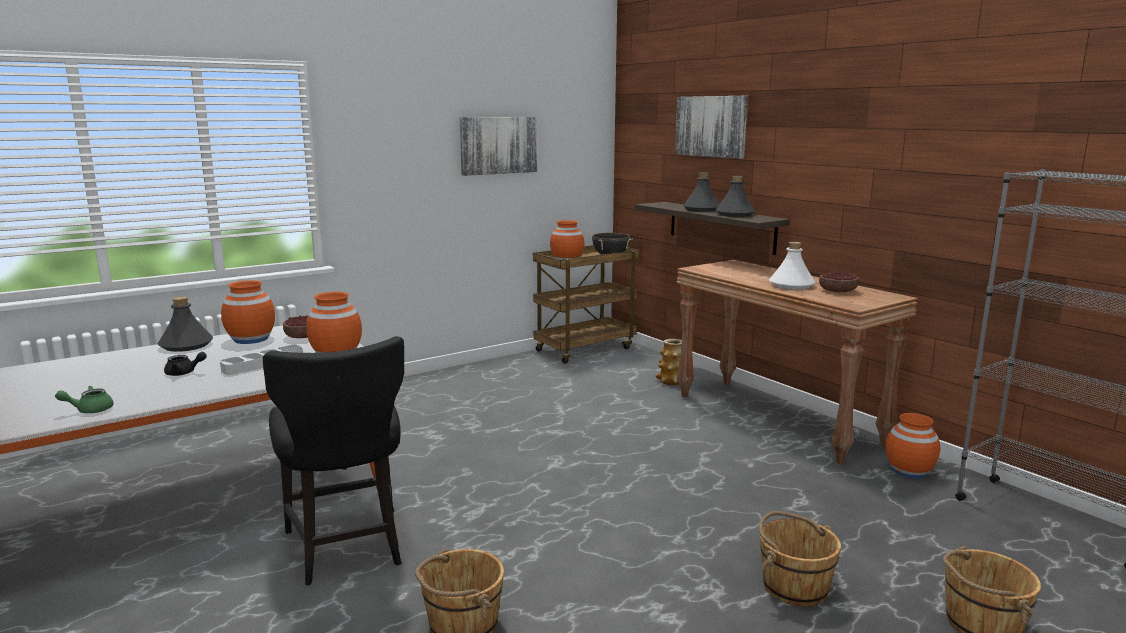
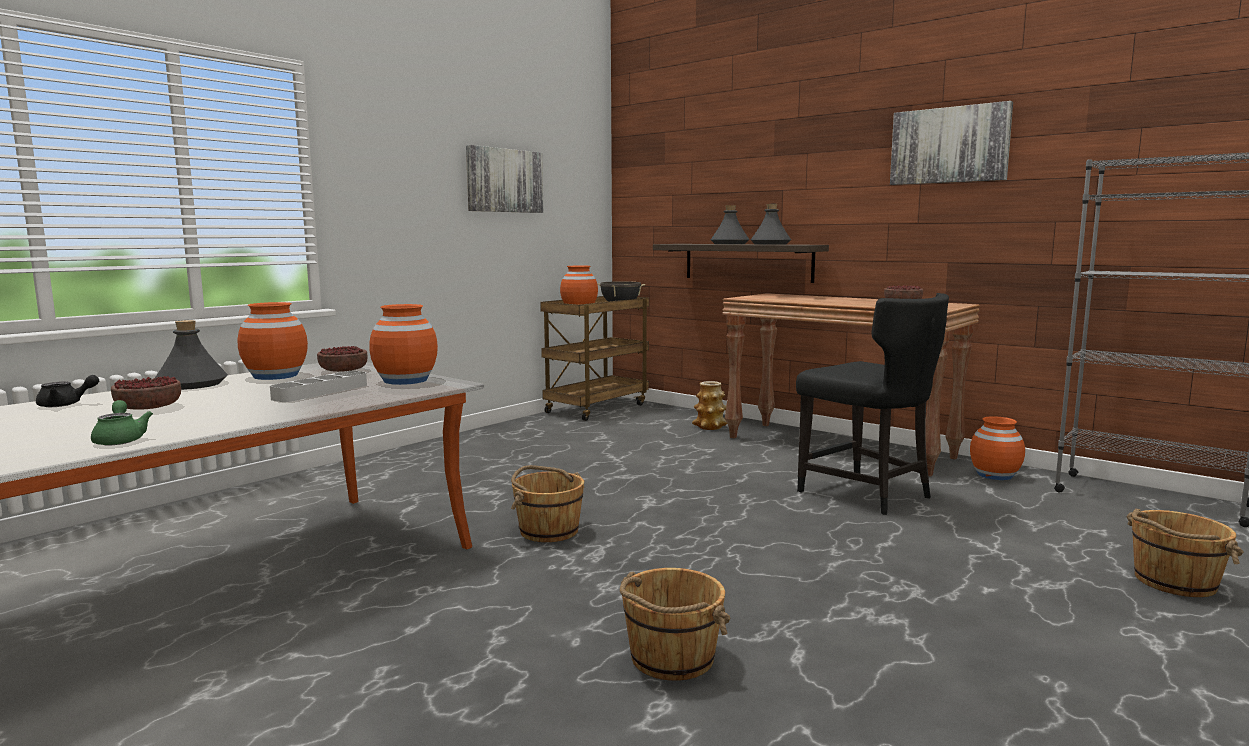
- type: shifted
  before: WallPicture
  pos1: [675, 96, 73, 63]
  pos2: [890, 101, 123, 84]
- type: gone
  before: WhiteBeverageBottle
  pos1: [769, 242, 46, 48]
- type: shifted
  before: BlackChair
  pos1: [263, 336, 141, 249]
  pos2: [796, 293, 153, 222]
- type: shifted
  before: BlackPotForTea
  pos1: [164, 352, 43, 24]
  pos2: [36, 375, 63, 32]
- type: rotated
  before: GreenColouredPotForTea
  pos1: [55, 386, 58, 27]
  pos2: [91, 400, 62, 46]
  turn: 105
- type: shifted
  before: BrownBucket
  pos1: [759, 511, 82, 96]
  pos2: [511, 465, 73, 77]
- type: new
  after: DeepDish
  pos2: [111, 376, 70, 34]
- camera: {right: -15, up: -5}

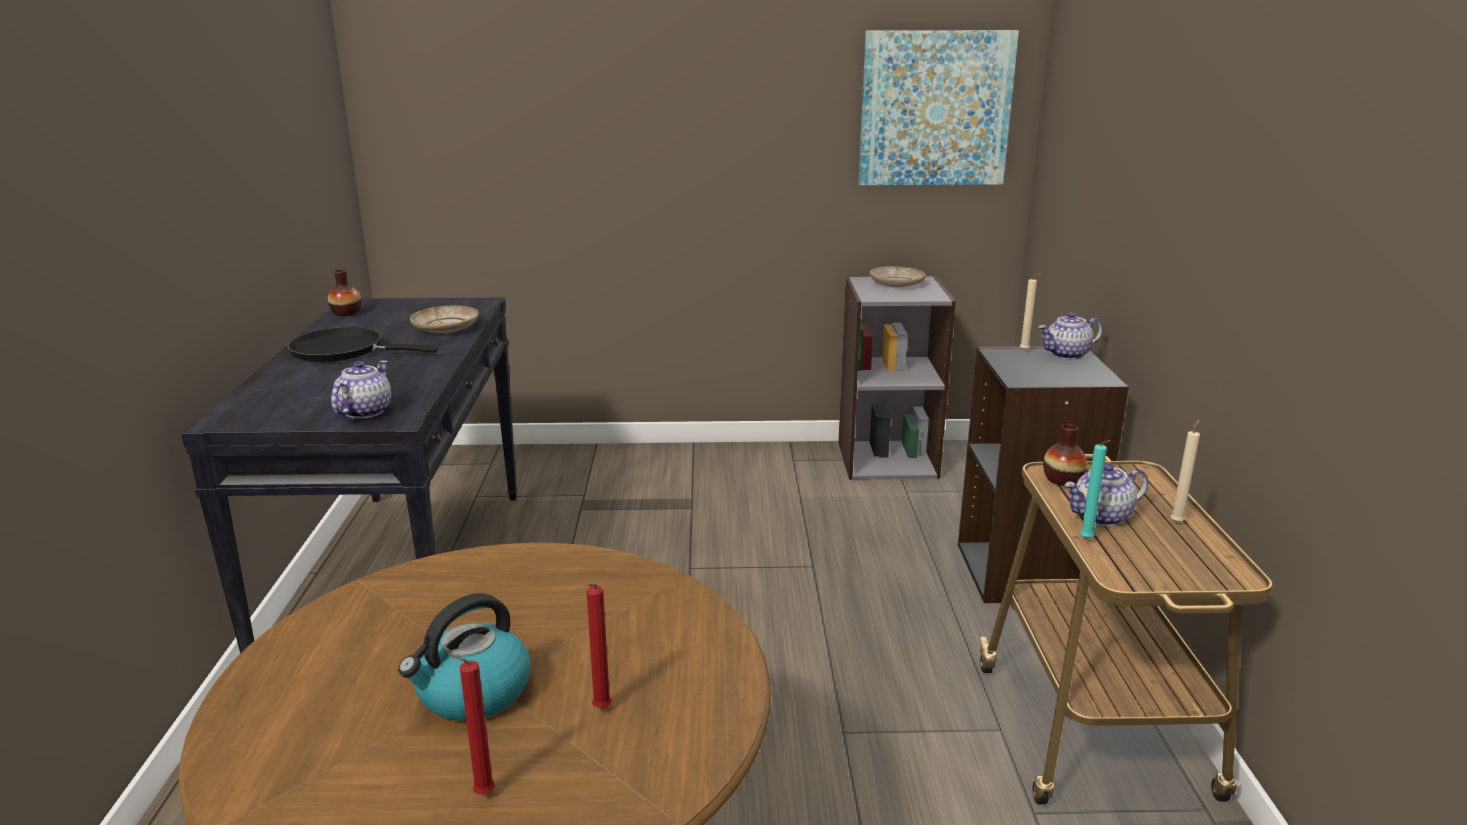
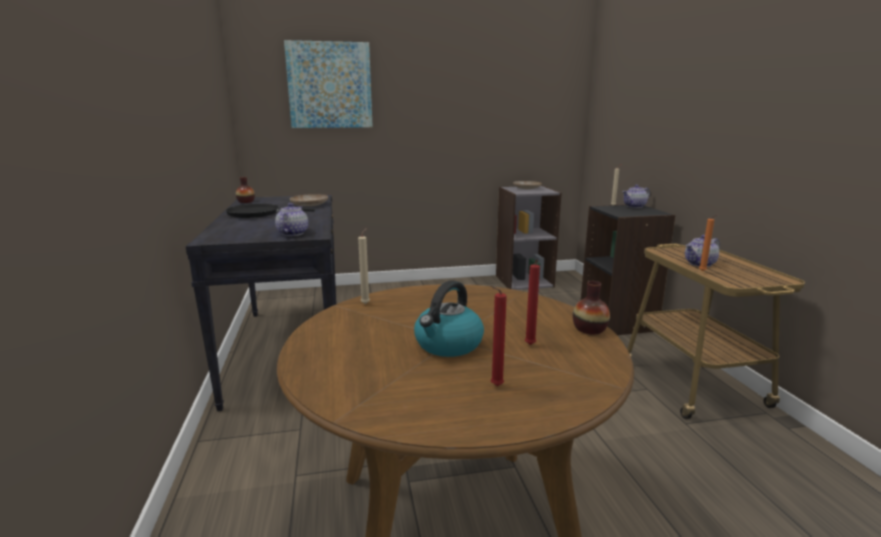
- type: shifted
  before: WallPicture
  pos1: [858, 30, 161, 155]
  pos2: [284, 40, 89, 88]
- type: shifted
  before: SandColouredCandle
  pos1: [1170, 419, 30, 104]
  pos2: [358, 228, 12, 76]
- type: shifted
  before: DecorativeVase
  pos1: [1043, 424, 44, 62]
  pos2: [573, 281, 37, 53]
- type: repainted
  before: BlueGreenCandle
  after: OrangeCandle
  pos1: [1080, 440, 30, 99]
  pos2: [699, 214, 19, 57]
- camera: {right: -10, up: -5}

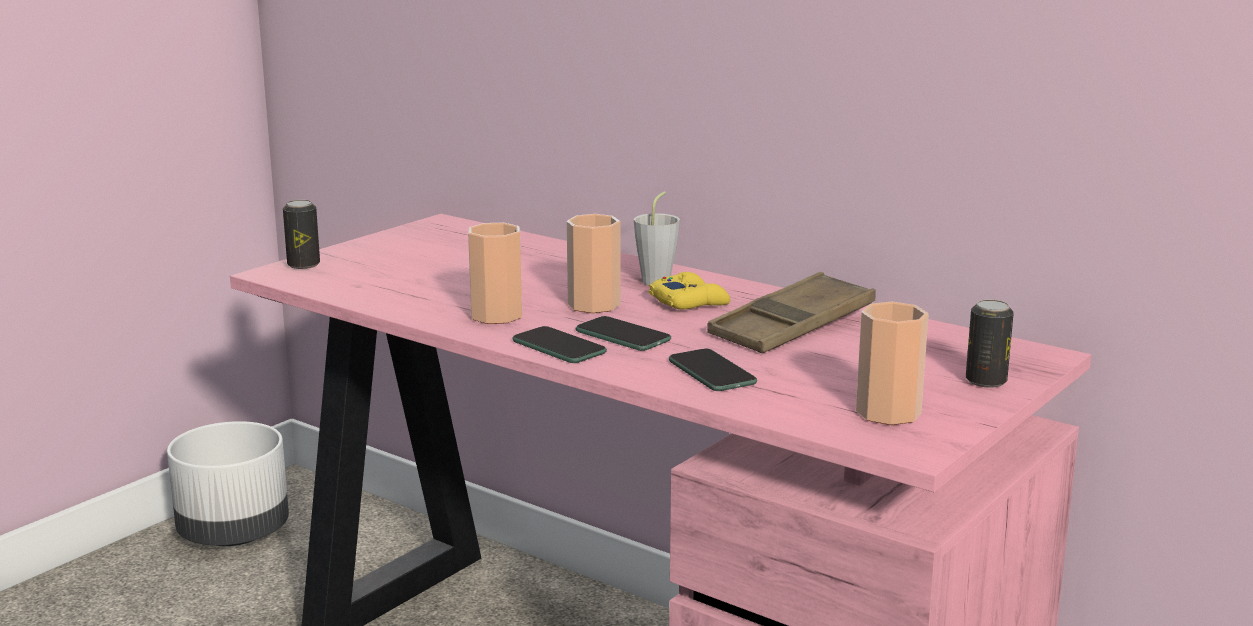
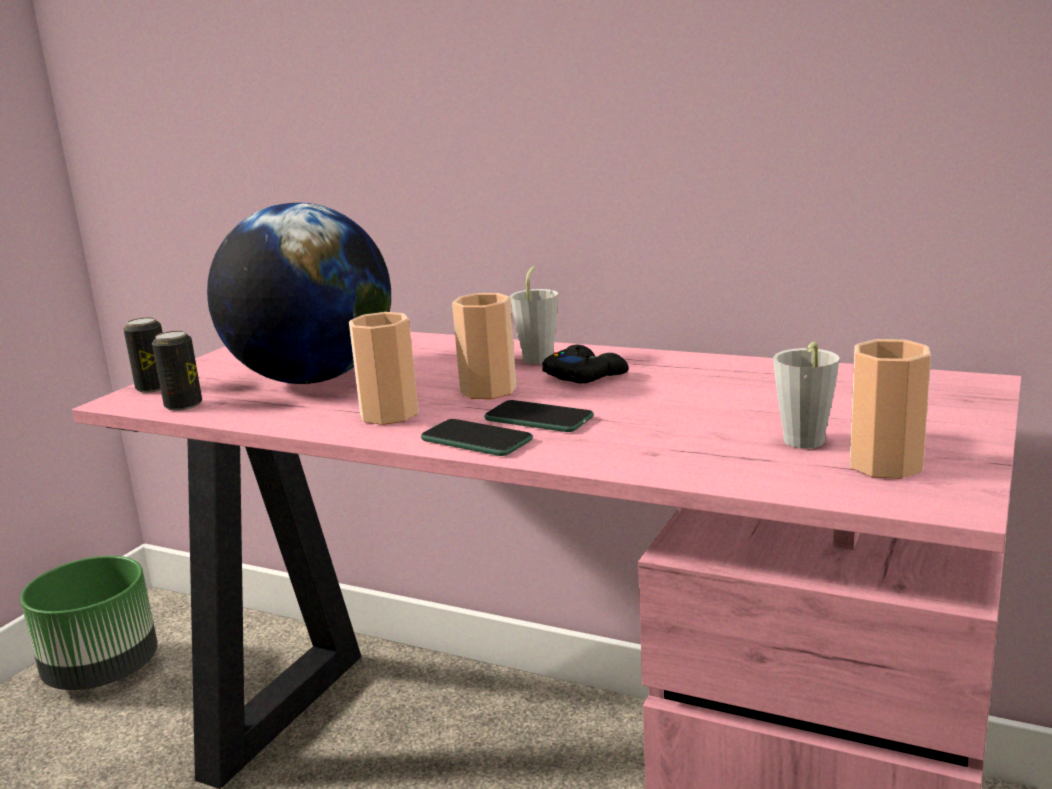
- type: repainted
  before: YellowGamepad
  after: BlackGamepad
  pos1: [649, 272, 81, 38]
  pos2: [542, 345, 87, 39]
- type: gone
  before: BrownTray
  pos1: [707, 272, 169, 81]
- type: shifted
  before: Can
  pos1: [966, 300, 48, 88]
  pos2: [152, 331, 50, 80]
- type: gone
  before: Phone
  pos1: [669, 349, 88, 42]
- type: repainted
  before: WhitePlanter
  after: GreenColouredPlanter
  pos1: [167, 421, 122, 125]
  pos2: [20, 556, 138, 134]
- type: new
  after: Globe
  pos2: [207, 203, 184, 181]
- type: new
  after: GreyishSmallCup
  pos2: [773, 342, 67, 107]
- camera: {right: -10, up: 0}

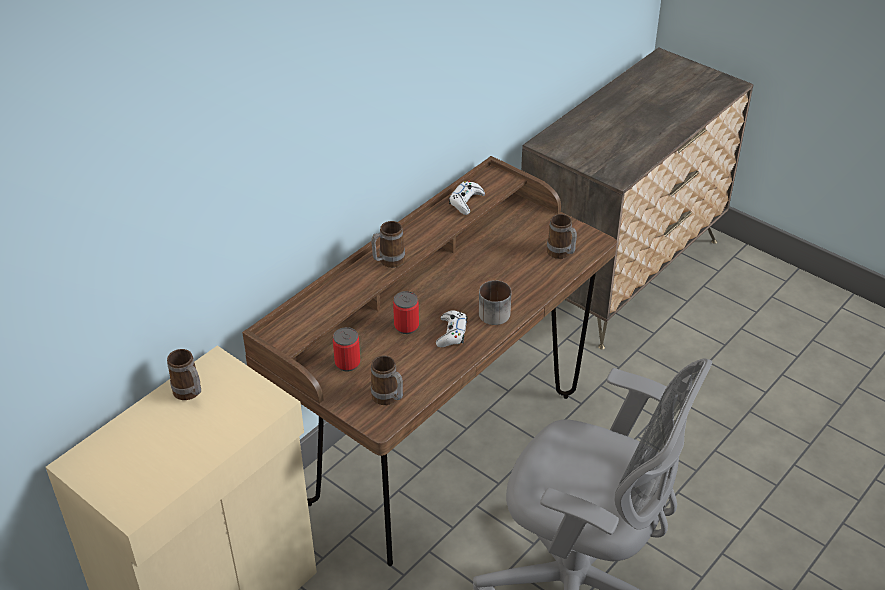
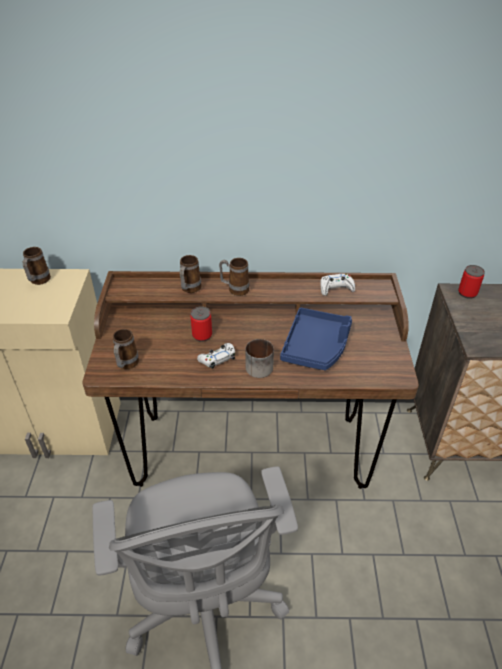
- type: shifted
  before: Mug
  pos1: [547, 214, 30, 45]
  pos2: [180, 255, 21, 38]
- type: shifted
  before: Can
  pos1: [333, 327, 27, 44]
  pos2: [458, 265, 27, 34]
- type: new
  after: BluishTray
  pos2: [280, 308, 72, 62]
- camera: {right: 50, up: 0}

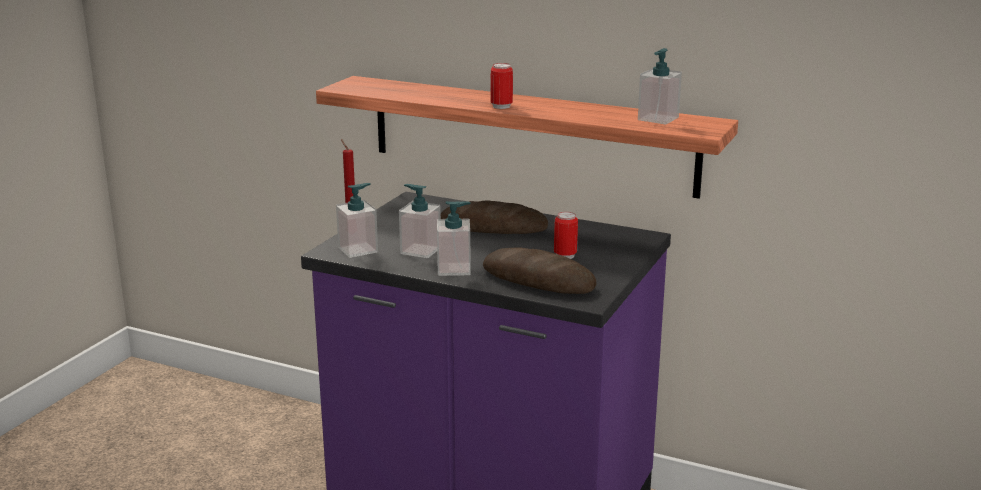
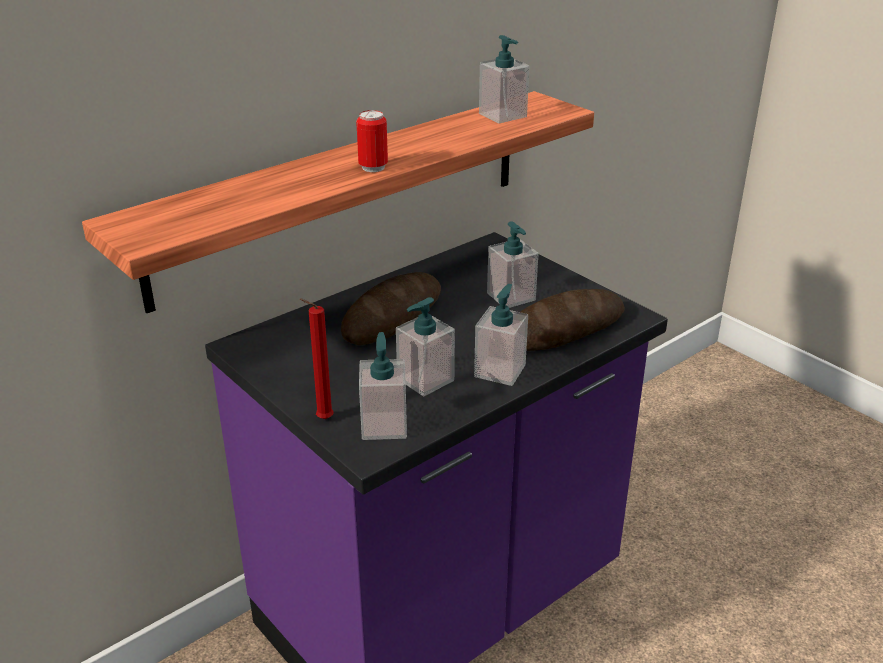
- type: swapped
  before: Can
  after: SoapBottle
  pos1: [554, 212, 24, 47]
  pos2: [487, 222, 52, 86]
- camera: {right: -65, up: 10}

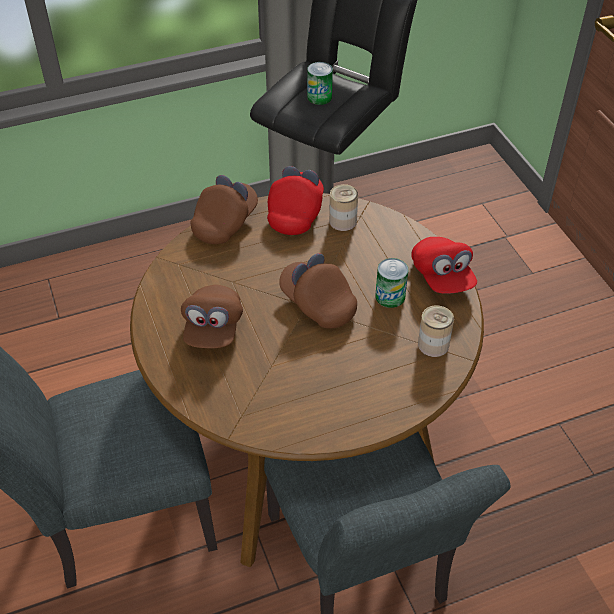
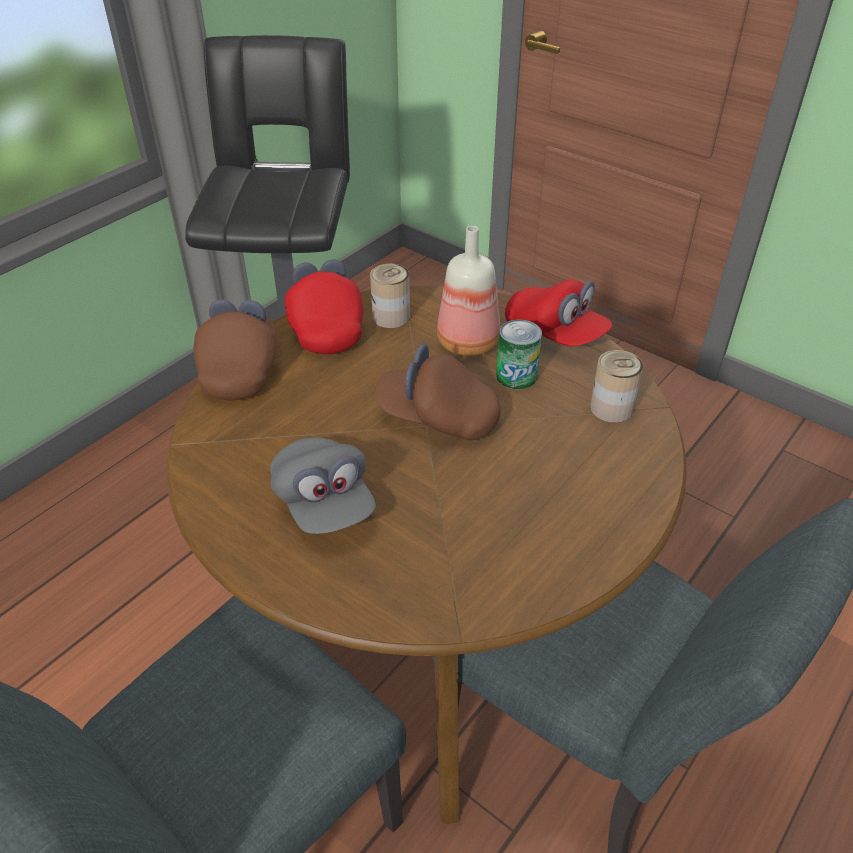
- type: gone
  before: Can
  pos1: [307, 62, 26, 43]
- type: repainted
  before: BrownPeakedCap
  after: GreyishPeakedCap
  pos1: [181, 285, 62, 63]
  pos2: [270, 438, 106, 96]
- type: new
  after: BeverageBottle
  pos2: [437, 226, 63, 130]
- camera: {right: -30, up: -5}

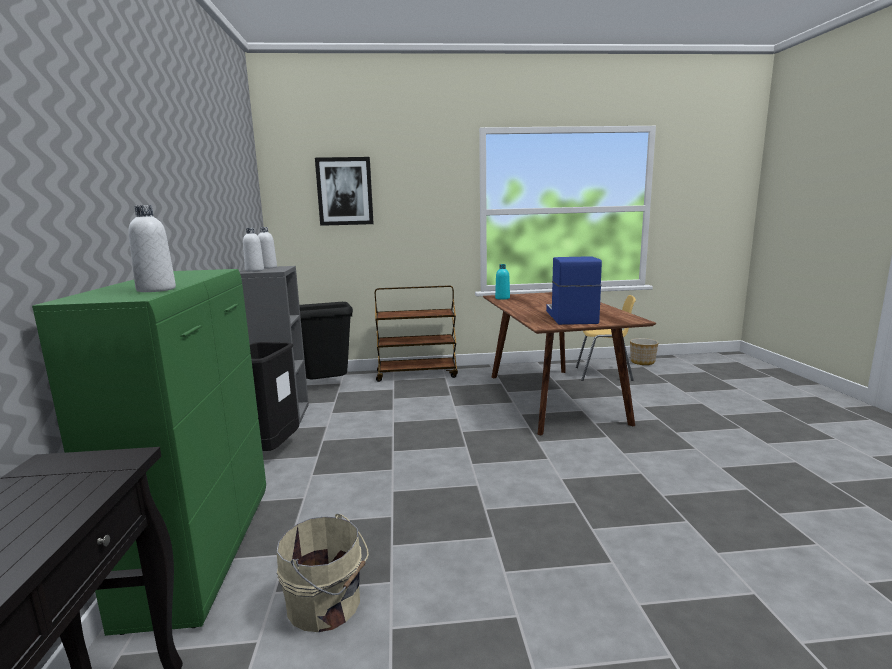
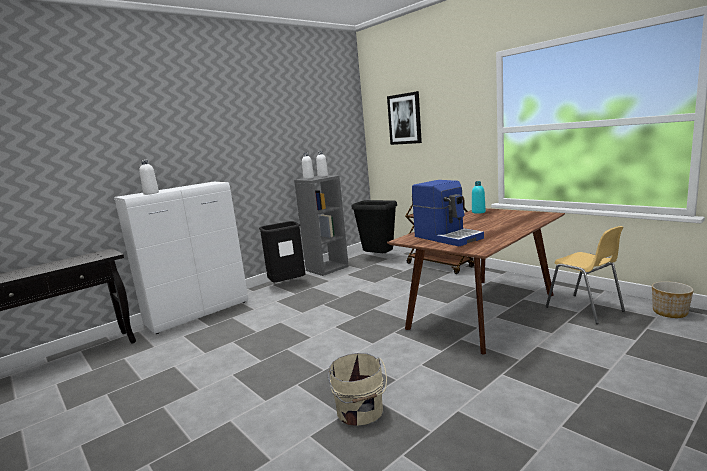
- type: rotated
  before: CoffeeMachine
  pos1: [546, 256, 56, 69]
  pos2: [412, 180, 72, 66]
  turn: 90
- type: repainted
  before: GreenColouredStorageCabinet
  after: WhiteStorageCabinet
  pos1: [32, 269, 234, 367]
  pos2: [114, 182, 134, 152]
- type: shifted
  before: SandColouredBucket
  pos1: [277, 514, 92, 118]
  pos2: [328, 353, 59, 73]
- camera: {right: 55, up: 0}

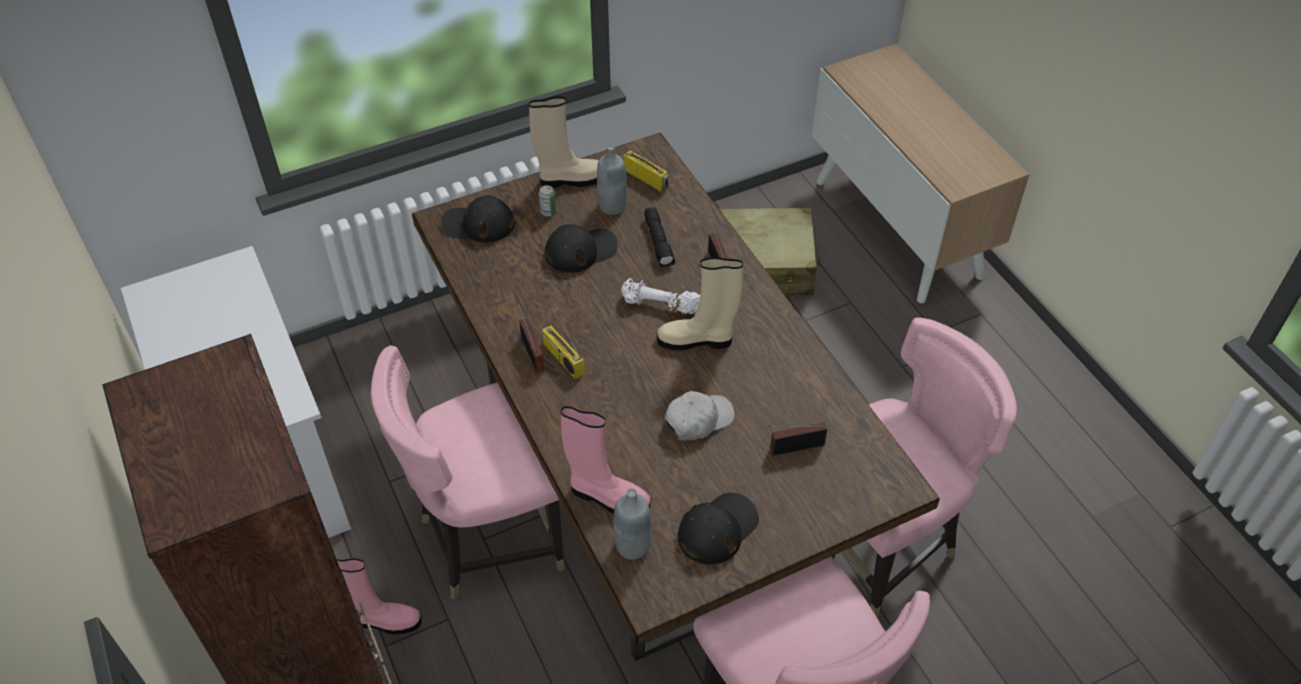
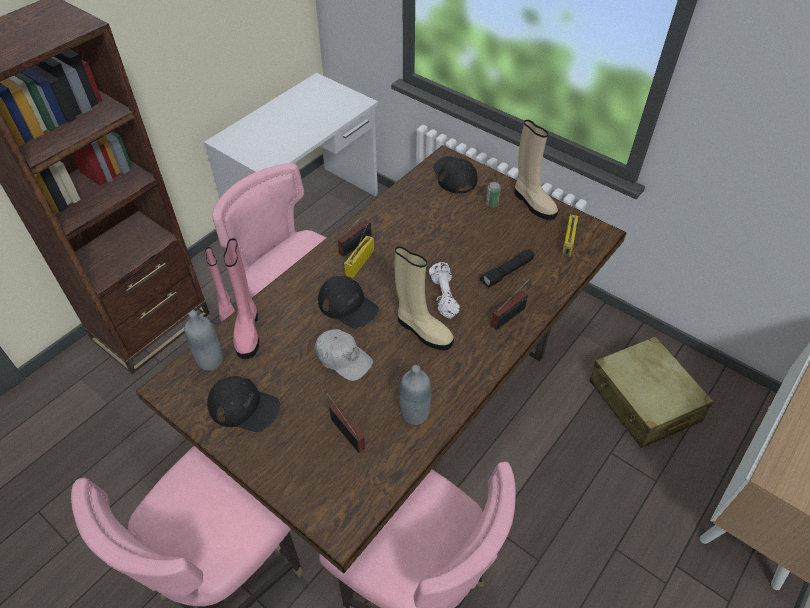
- type: shifted
  before: GreyishBeverageBottle
  pos1: [597, 145, 30, 70]
  pos2: [400, 365, 31, 60]
- type: shifted
  before: BlackPeakedCap
  pos1: [545, 224, 73, 49]
  pos2: [318, 276, 61, 53]
- type: rotated
  before: SandColouredTallBoot
  pos1: [657, 257, 86, 94]
  pos2: [394, 246, 60, 104]
  turn: 150
- camera: {right: 65, up: 0}

